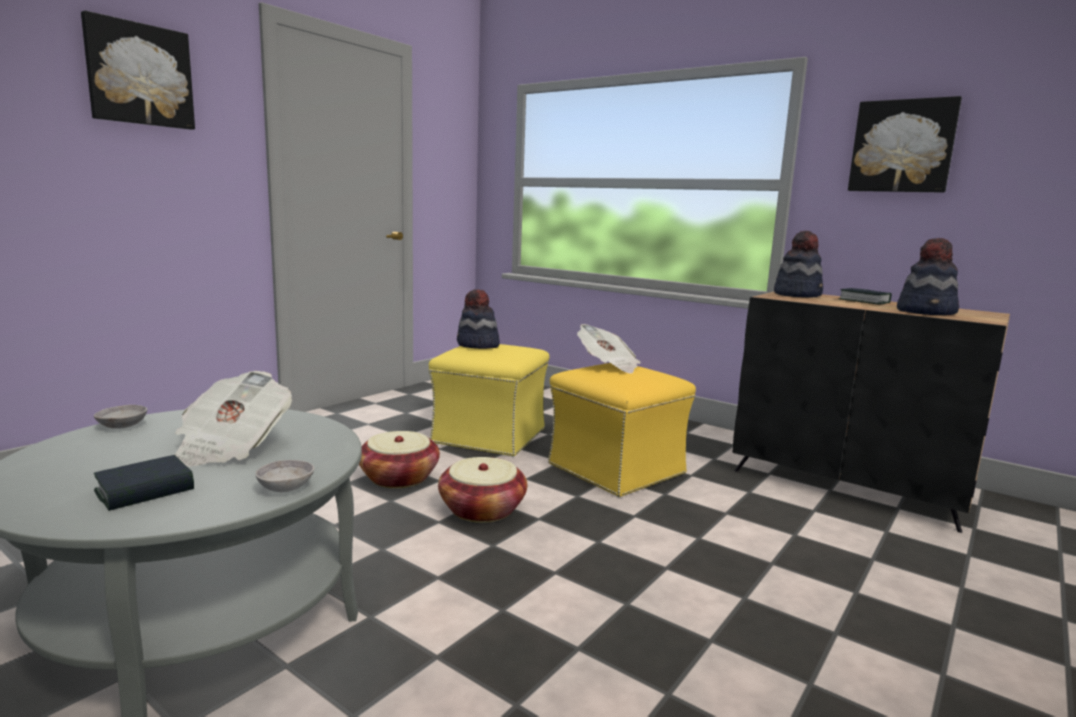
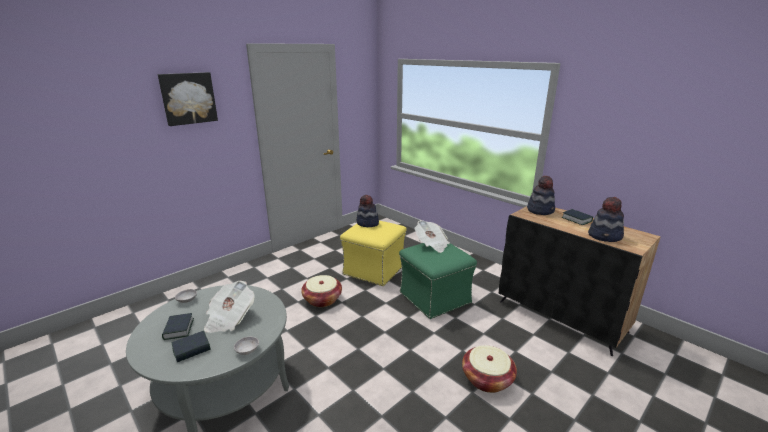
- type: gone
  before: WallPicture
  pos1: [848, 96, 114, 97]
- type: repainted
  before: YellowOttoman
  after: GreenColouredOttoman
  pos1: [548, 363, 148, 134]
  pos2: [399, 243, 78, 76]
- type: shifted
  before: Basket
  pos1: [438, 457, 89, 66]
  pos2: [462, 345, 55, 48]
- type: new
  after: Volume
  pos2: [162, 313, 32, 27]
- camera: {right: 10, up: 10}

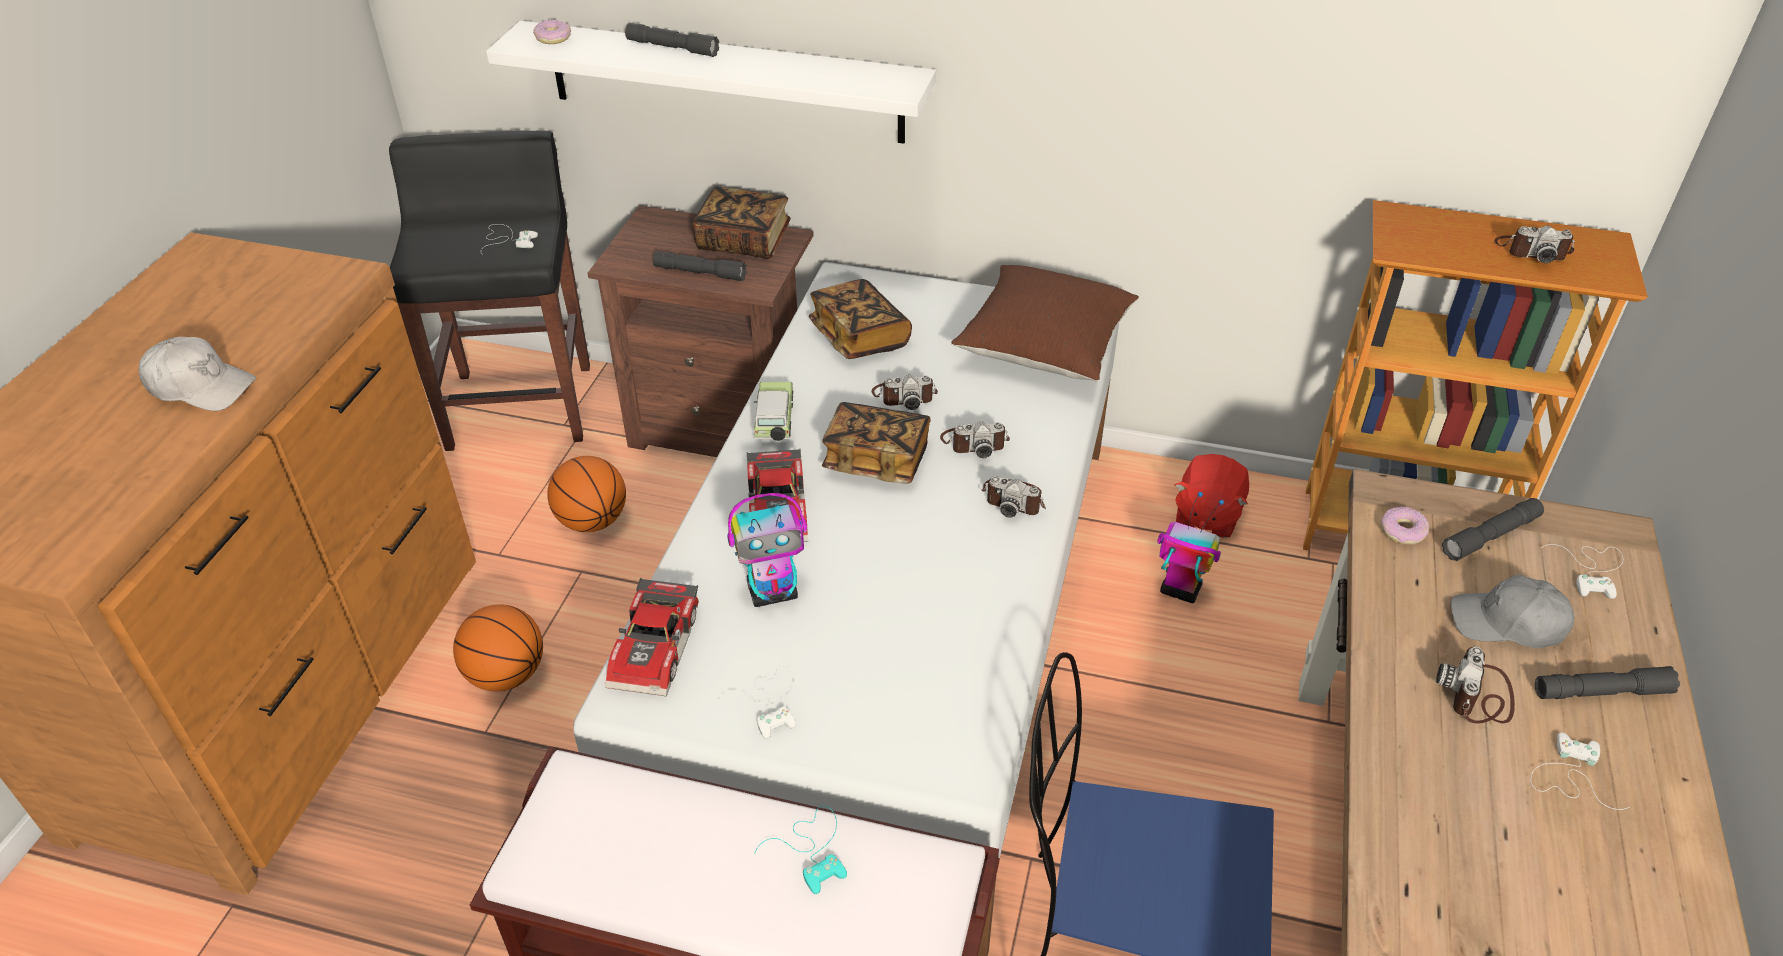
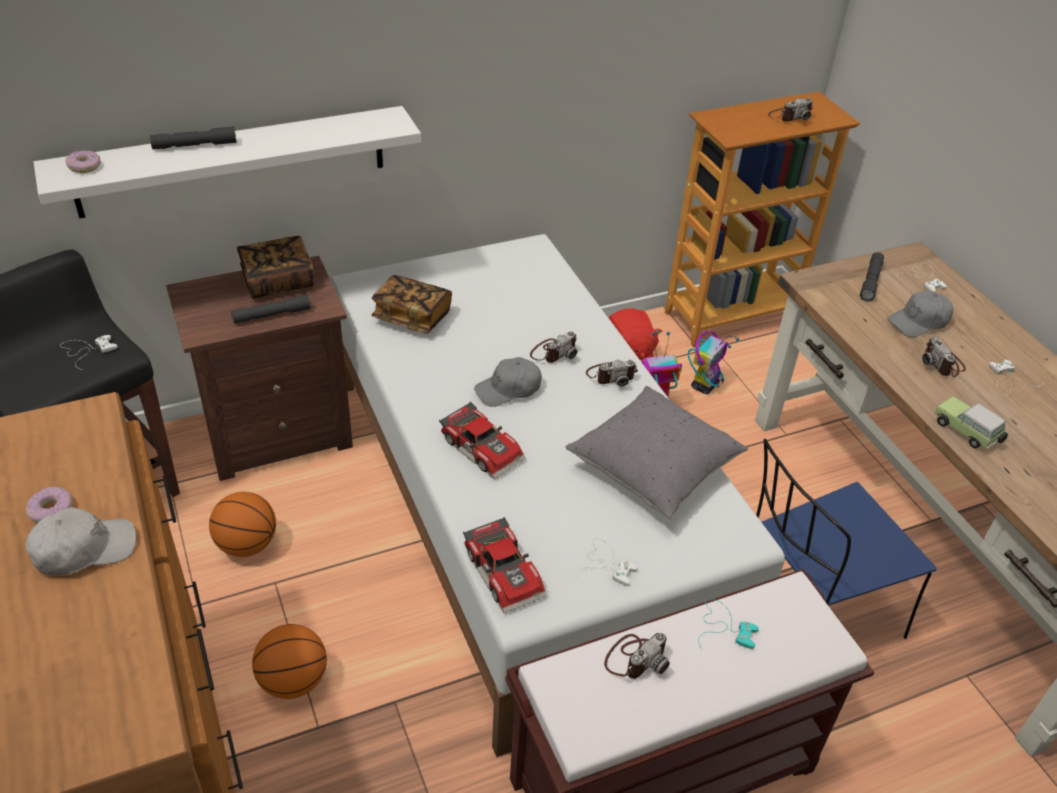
- type: gone
  before: BrownPillow
  pos1: [951, 265, 188, 116]
- type: shifted
  before: StillCamera
  pos1: [872, 375, 66, 35]
  pos2: [604, 633, 66, 46]
- type: shifted
  before: ToyCar
  pos1: [754, 382, 40, 59]
  pos2: [934, 397, 74, 53]
- type: swapped
  before: Volume
  after: GreyishPeakedCap
  pos1: [822, 402, 108, 82]
  pos2: [474, 357, 68, 50]
- type: shifted
  before: RobotFigure
  pos1: [727, 493, 80, 114]
  pos2: [688, 331, 51, 63]
- type: shifted
  before: Donut
  pos1: [1381, 507, 48, 37]
  pos2: [26, 487, 47, 36]
- type: gone
  before: GreyishFlashlight
  pos1: [1535, 666, 145, 33]
- type: new
  after: GreyishPillow
  pos2: [565, 386, 183, 133]
- camera: {right: -40, up: 0}

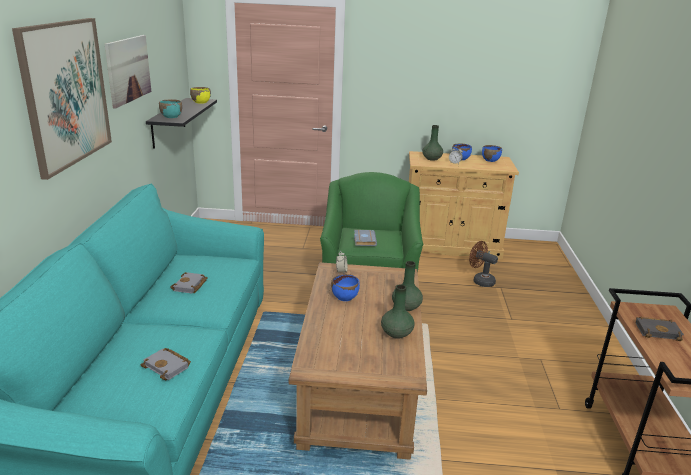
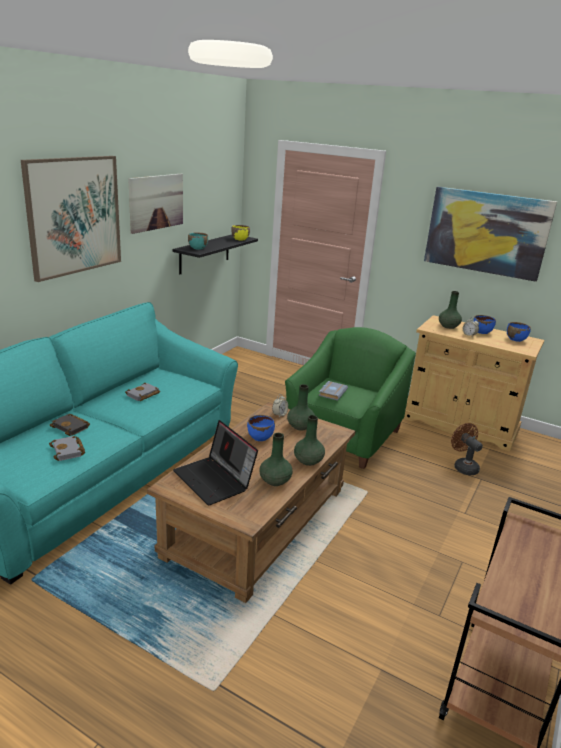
- type: shifted
  before: BlackVolume
  pos1: [635, 316, 49, 25]
  pos2: [50, 414, 40, 22]
- type: new
  after: WallPicture
  pos2: [424, 187, 133, 95]
- type: new
  after: GreenColouredDecorativeVase
  pos2: [287, 384, 28, 47]
- type: new
  after: Laptop
  pos2: [173, 420, 85, 85]
- camera: {right: 25, up: 0}

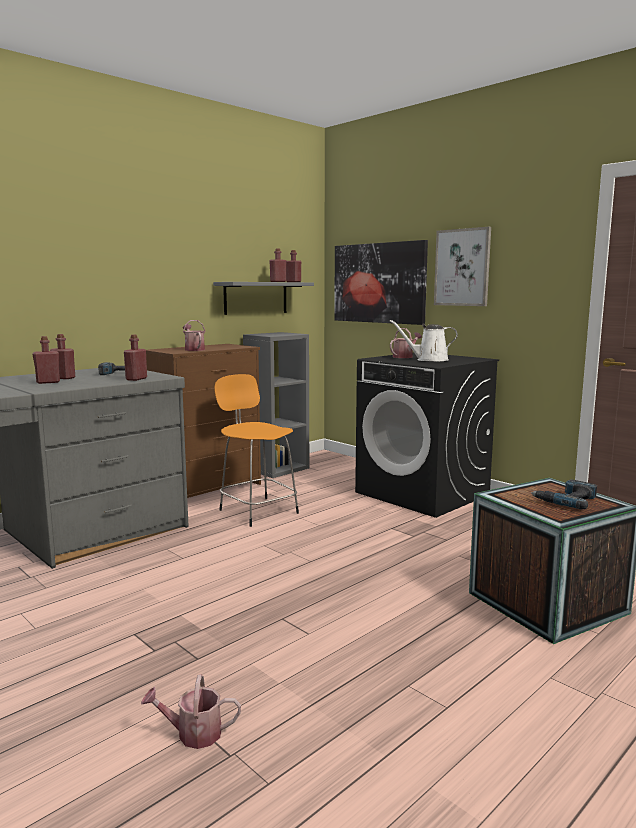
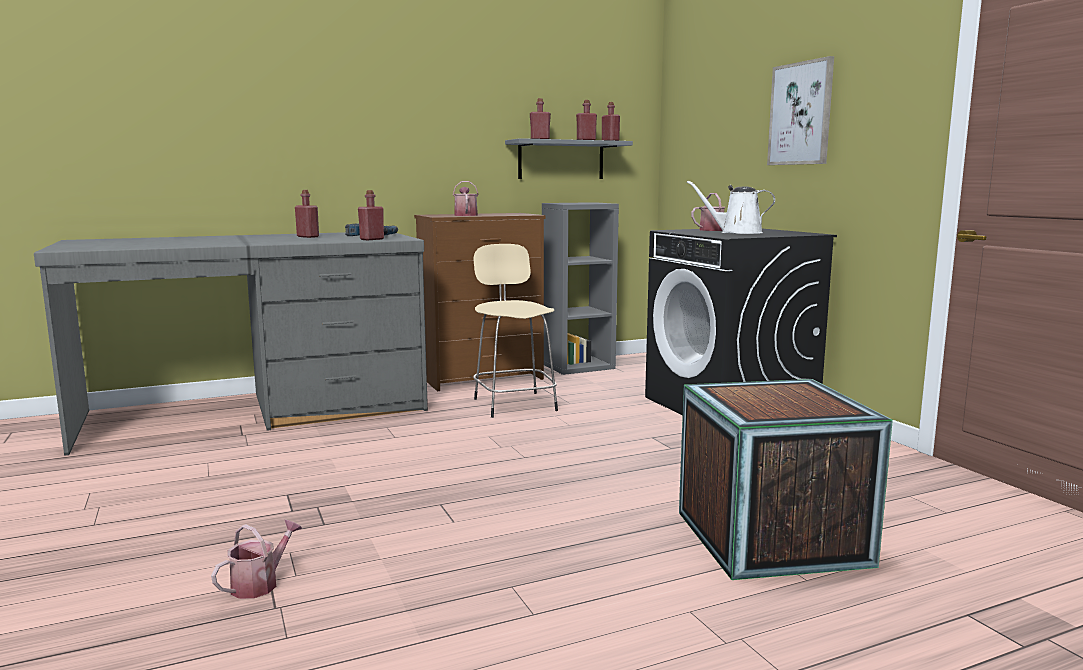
- type: gone
  before: WallPicture
  pos1: [334, 240, 94, 85]
- type: shifted
  before: RedBeverageBottle
  pos1: [32, 336, 28, 48]
  pos2: [530, 98, 21, 41]
- type: repainted
  before: OrangeStoolSeat
  after: SandColouredStoolSeat
  pos1: [214, 374, 85, 153]
  pos2: [473, 244, 85, 174]
- type: gone
  before: PowerDrill
  pos1: [531, 479, 66, 31]
- type: rotated
  before: WateringCan
  pos1: [141, 675, 100, 74]
  pos2: [211, 520, 91, 79]
  turn: 105
- camera: {right: 20, up: 0}

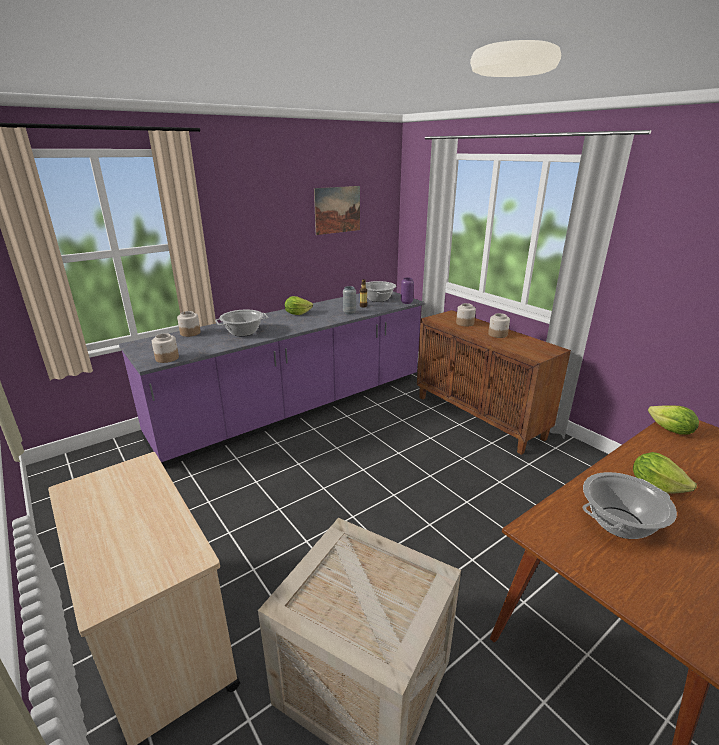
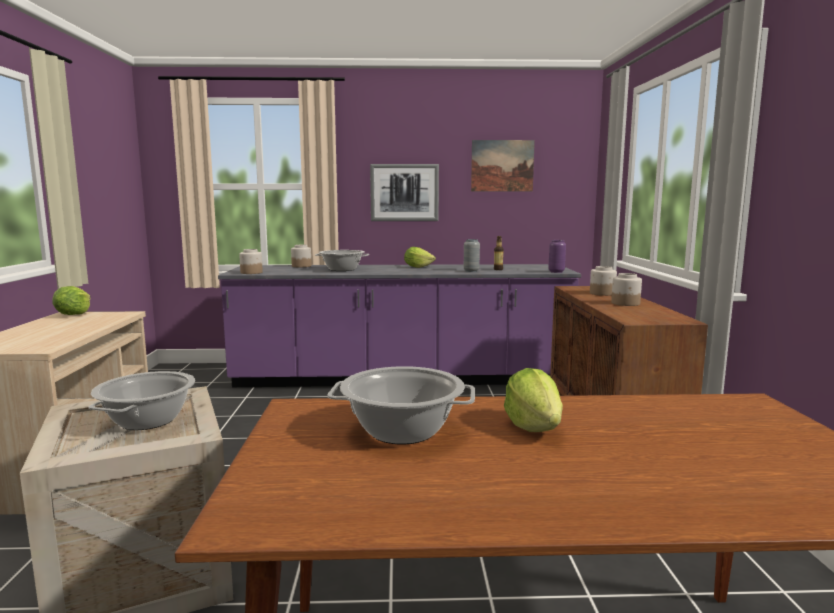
- type: shifted
  before: Stockpot
  pos1: [366, 281, 30, 21]
  pos2: [88, 371, 107, 59]
- type: shifted
  before: LettuceHead
  pos1: [648, 405, 51, 30]
  pos2: [52, 286, 39, 29]
- type: new
  after: WallPicture
  pos2: [370, 164, 69, 57]
- camera: {right: 35, up: -15}

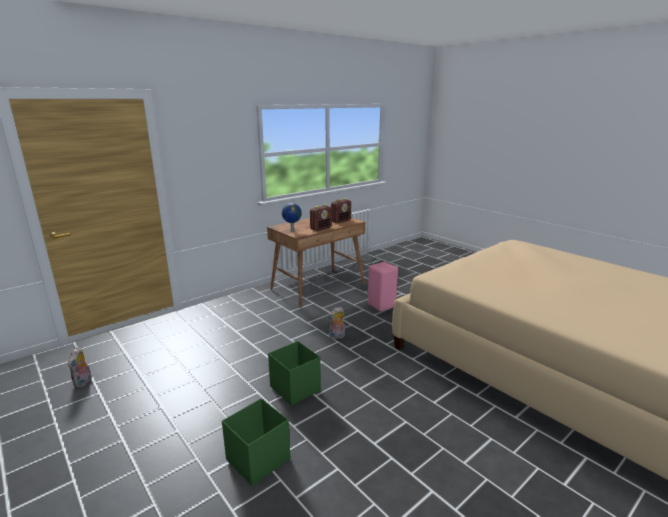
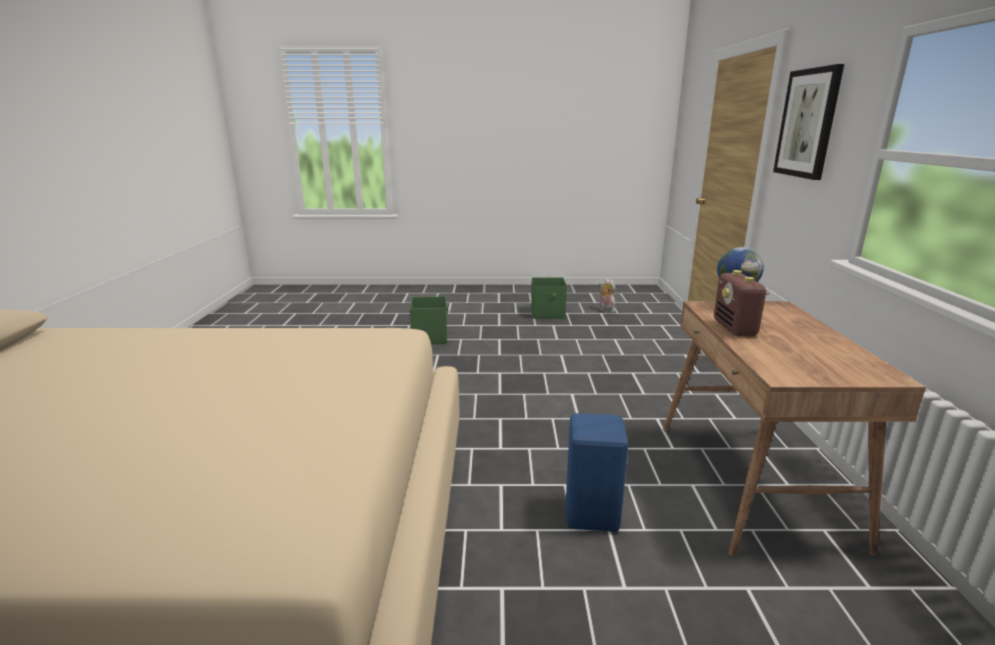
- type: gone
  before: Radio
  pos1: [331, 198, 20, 25]
- type: repainted
  before: PinkColouredStoolSeat
  after: BluishStoolSeat
  pos1: [368, 262, 30, 49]
  pos2: [566, 413, 62, 119]
- type: gone
  before: PlushToy
  pos1: [327, 307, 18, 32]
- type: shifted
  before: GreenColouredStorageBox
  pos1: [268, 341, 53, 65]
  pos2: [531, 277, 36, 42]
- type: new
  after: WallPicture
  pos2: [773, 64, 71, 116]
- camera: {right: 130, up: 0}

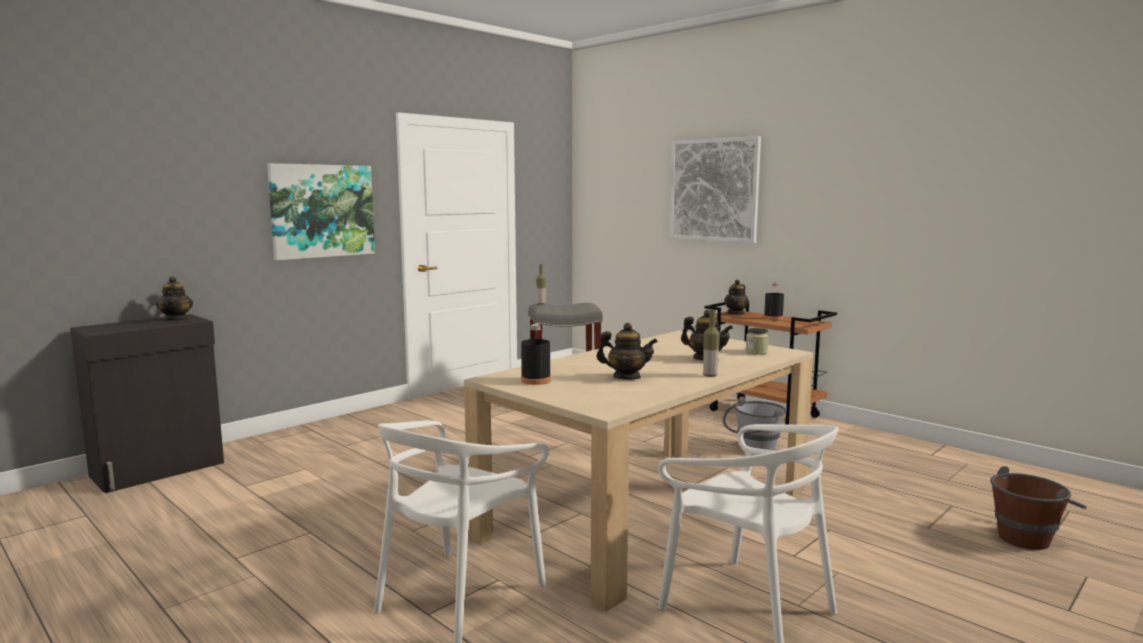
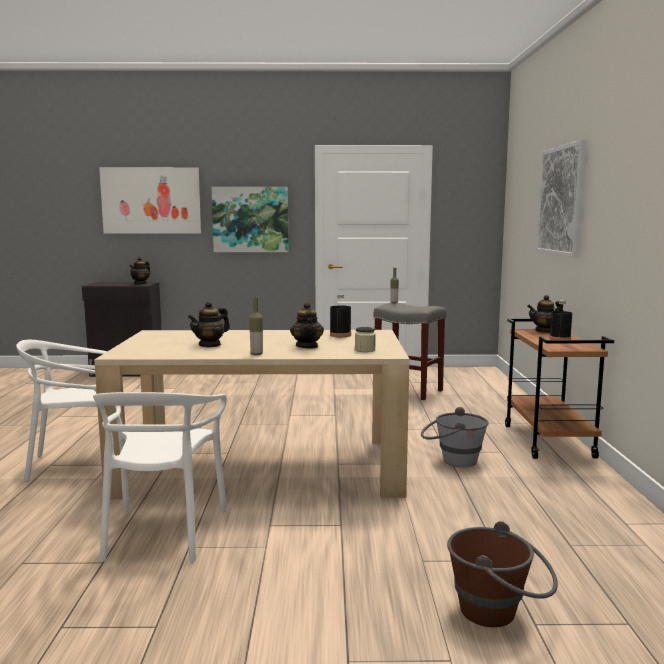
- type: rotated
  before: PotForTea
  pos1: [596, 323, 62, 57]
  pos2: [188, 301, 42, 46]
  turn: 75
- type: shifted
  before: BlackBeverageBottle
  pos1: [521, 324, 30, 61]
  pos2: [330, 294, 21, 43]
- type: new
  after: WallPicture
  pos2: [99, 167, 102, 67]
- camera: {right: 45, up: 0}

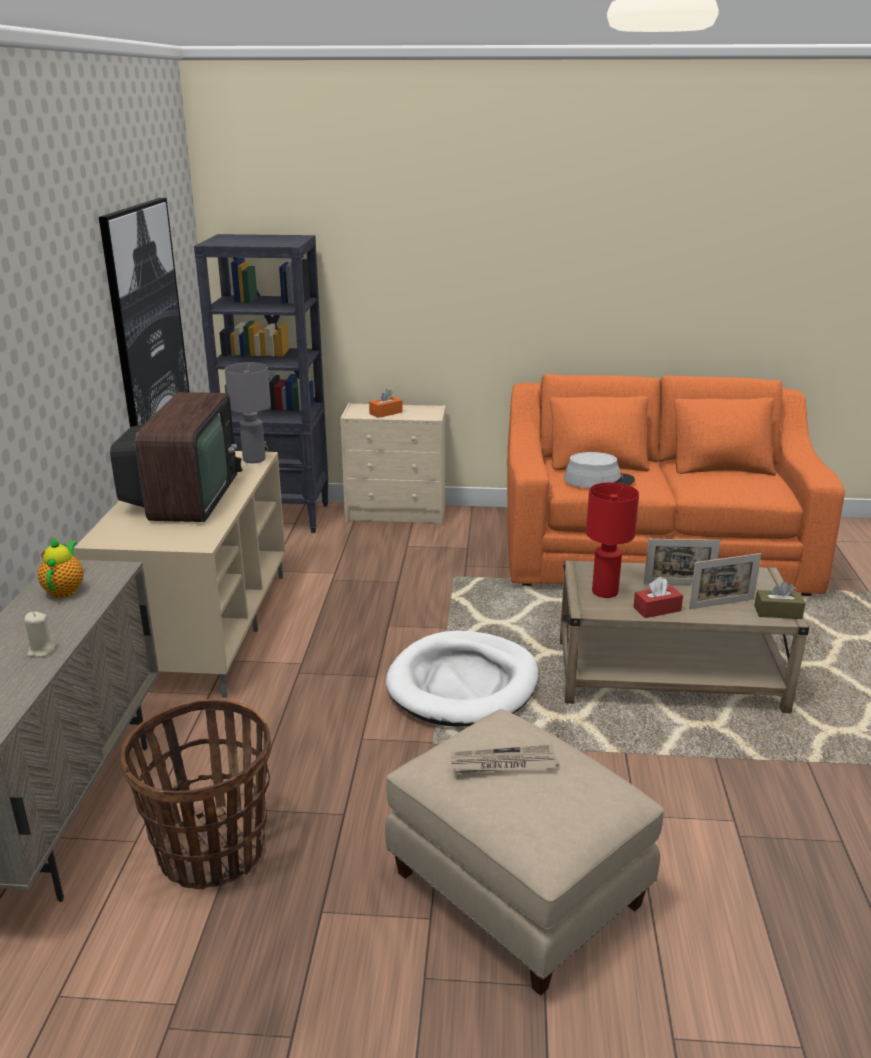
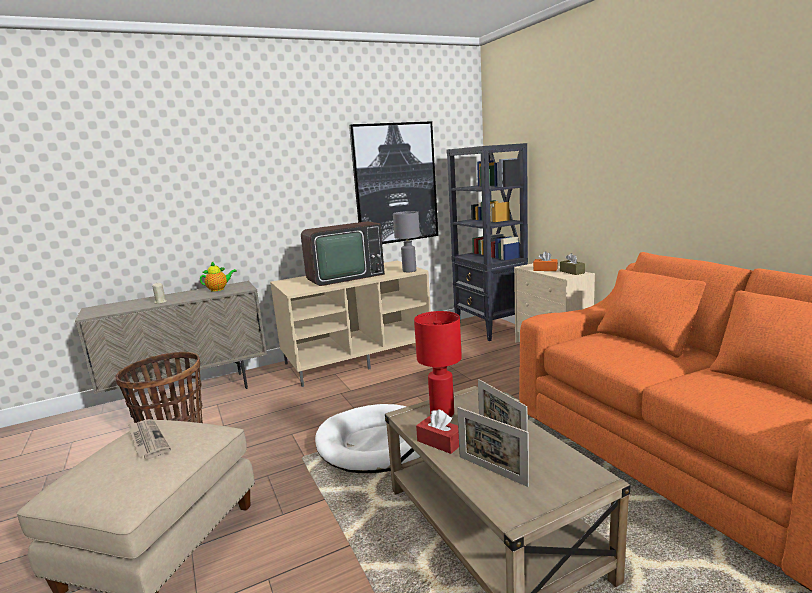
- type: gone
  before: GreyishWearableHat
  pos1: [564, 452, 71, 36]
- type: shifted
  before: BrownTissueBox
  pos1: [754, 581, 52, 38]
  pos2: [560, 253, 25, 22]
- camera: {right: 60, up: -10}

